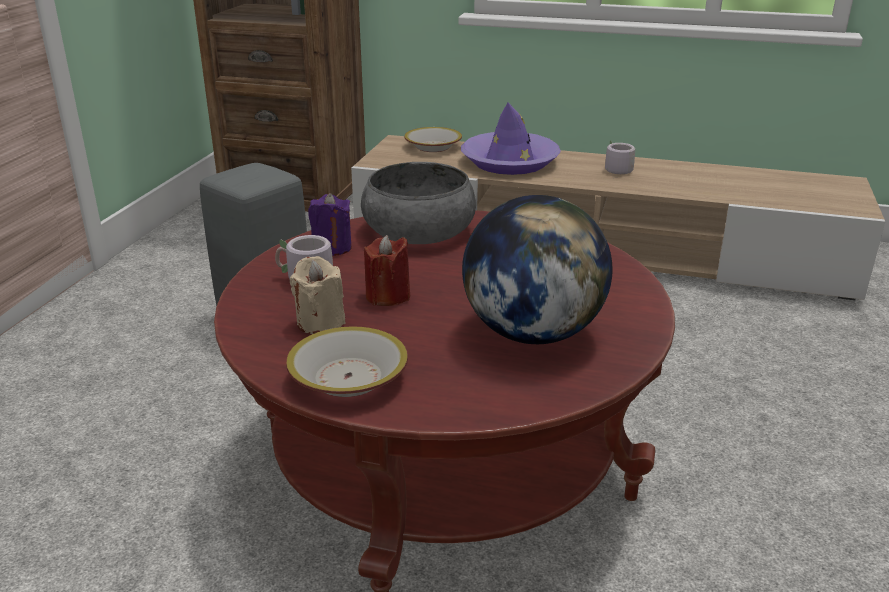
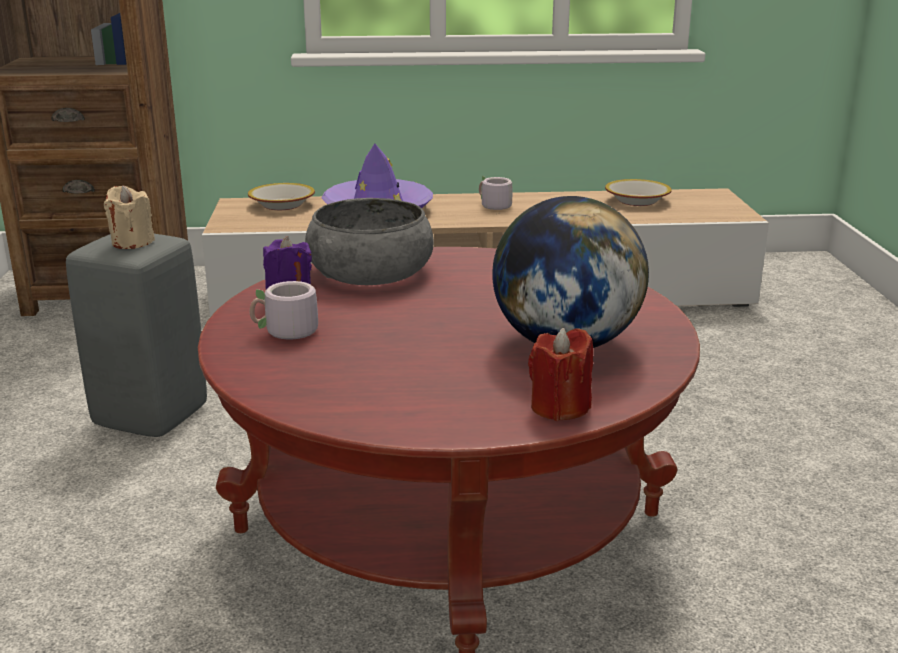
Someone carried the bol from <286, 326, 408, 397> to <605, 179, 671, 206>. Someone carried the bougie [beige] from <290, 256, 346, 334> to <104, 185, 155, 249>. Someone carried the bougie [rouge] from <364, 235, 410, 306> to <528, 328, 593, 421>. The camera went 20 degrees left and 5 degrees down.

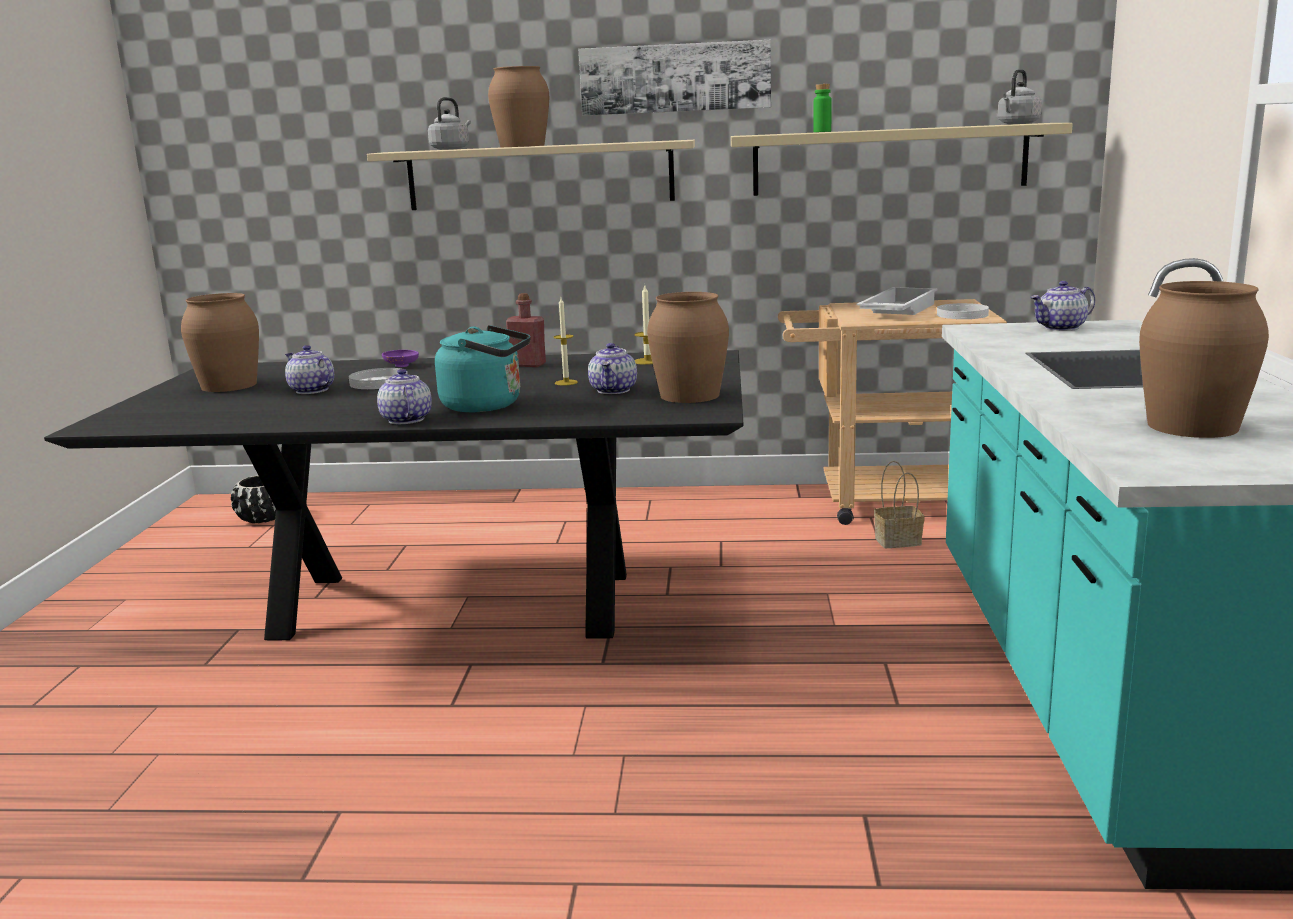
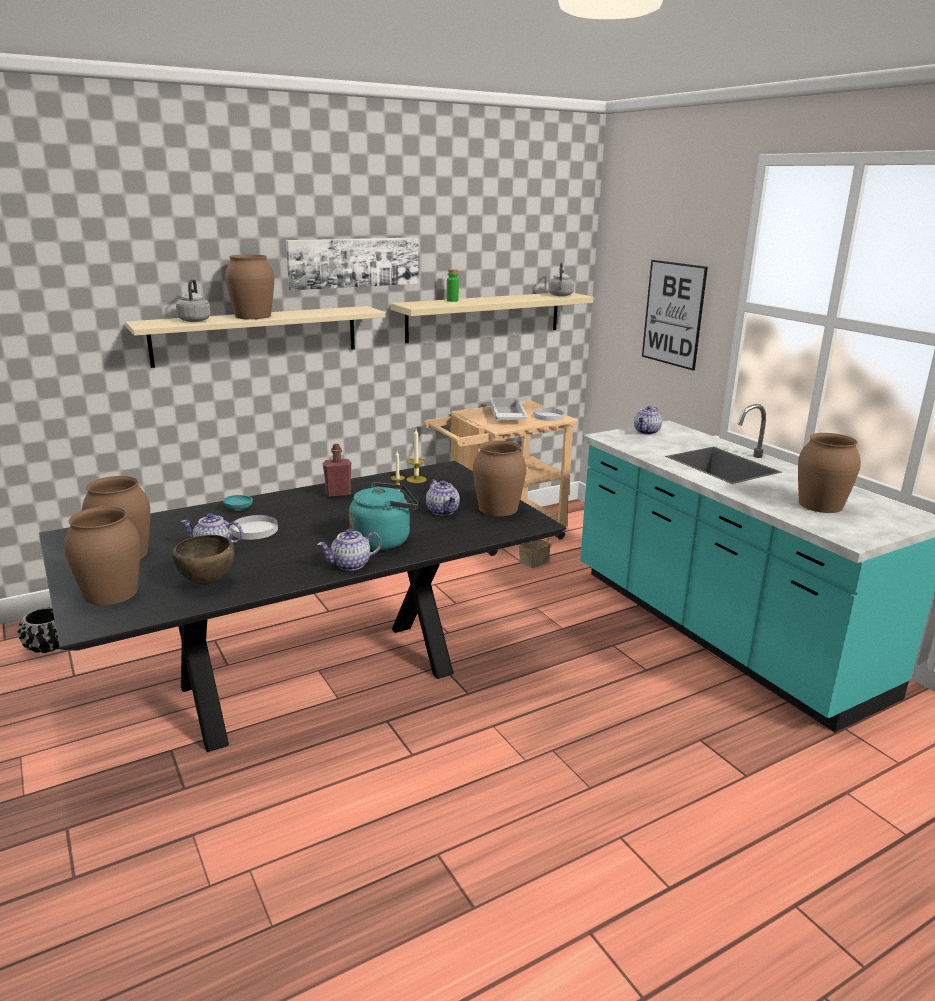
Someone rotated the théière at <377, 369, 432, 424> by 60 degrees counterclockwise. Someone repainted the bol [violet] at <382, 350, 419, 367>, which became the bol [turquoise] at <223, 495, 253, 511>. Someone put down the vase [marron] at <64, 506, 140, 605>. Someone put down the bol [marron] at <172, 535, 235, 585>. Someone put up the tableau at <642, 260, 708, 371>. The camera went 35 degrees left and 5 degrees up.

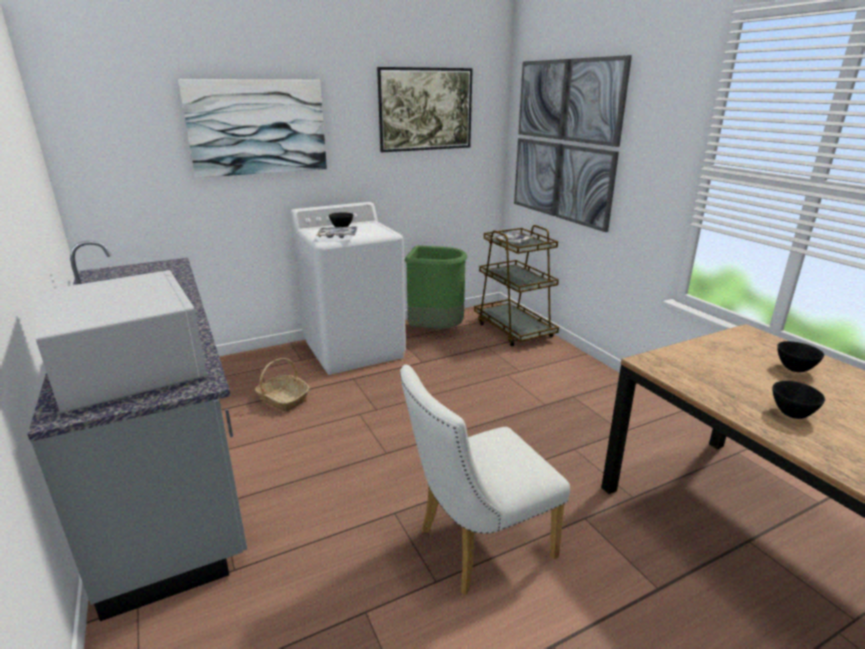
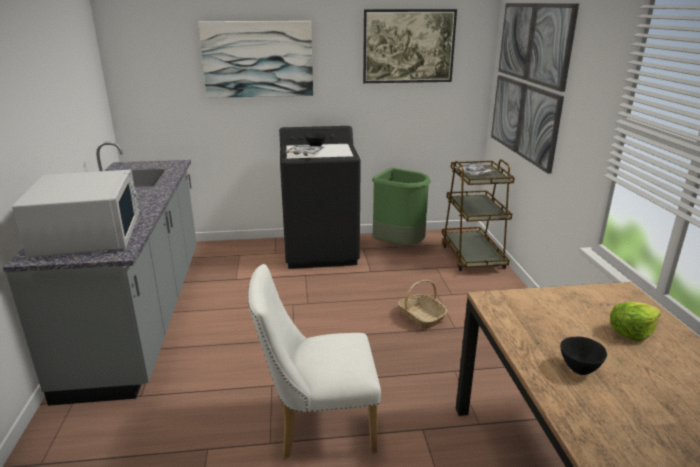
Someone carried the panier from <255, 358, 310, 412> to <398, 280, 448, 329>. Someone repainted the lave-linge [blanc] at <290, 202, 406, 375>, which became the lave-linge [noir] at <279, 126, 361, 269>. Someone swapped the bol [noir] at <777, 341, 824, 373> for the laitue at <610, 302, 661, 342>. The camera went 20 degrees right and 0 degrees up.

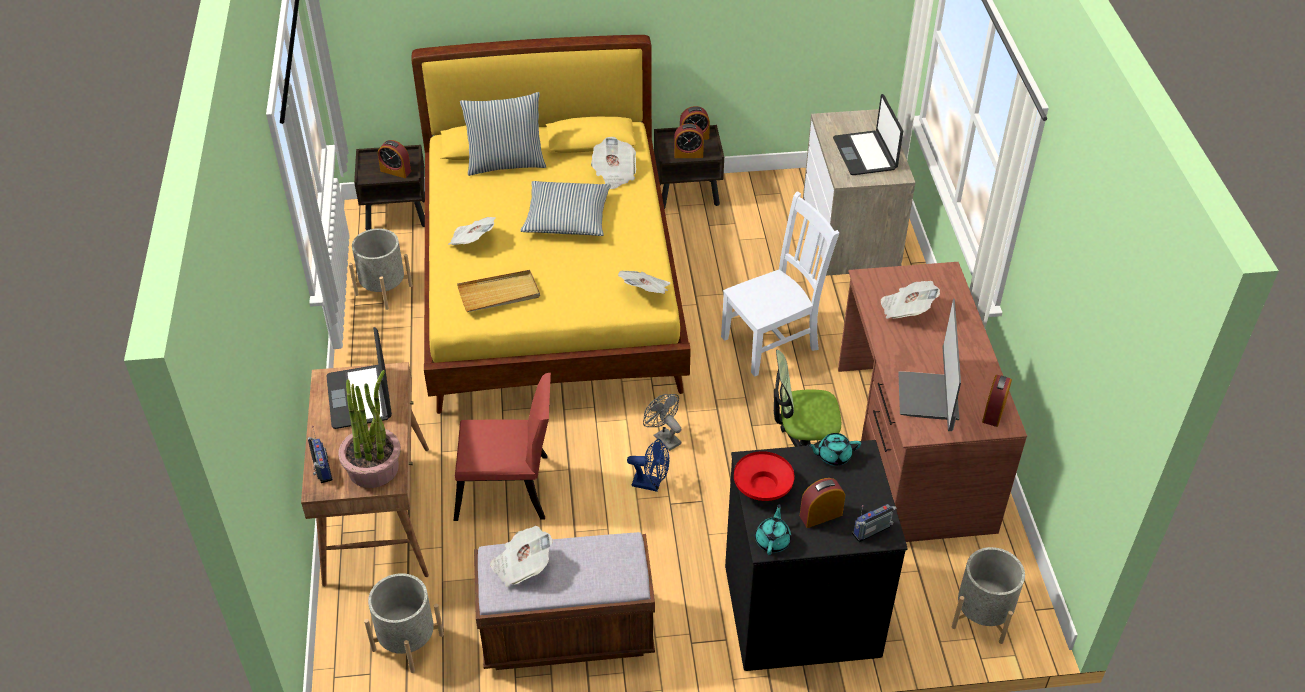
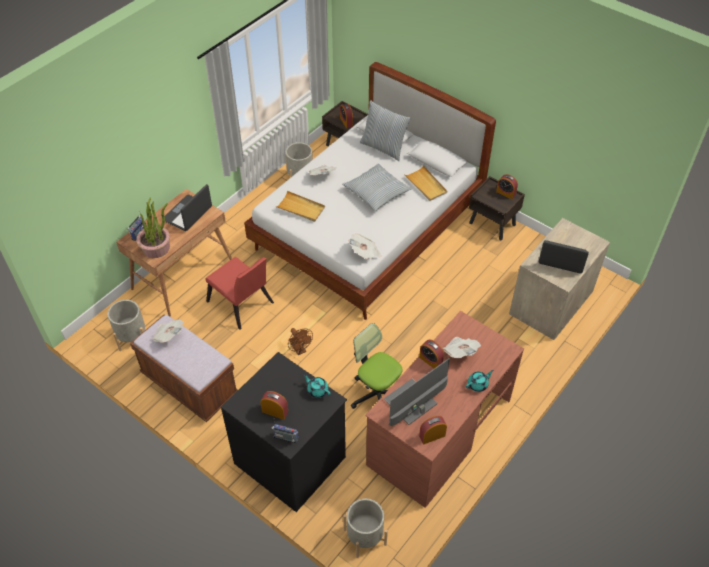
Someone repainted the lit [jaune] at <412, 35, 691, 414>, which became the lit [blanc] at <244, 62, 496, 320>. Someone swapped the journal at <591, 137, 636, 189> for the plateau [beige] at <404, 165, 447, 201>. Someone repainted the ventilateur [bleu] at <627, 439, 670, 492>, which became the ventilateur [marron] at <288, 328, 313, 355>. Someone took away the ventilateur [gris] at <643, 394, 682, 451>. Someone carried the réveil from <674, 123, 704, 158> to <419, 339, 444, 368>. Someone took away the chaise [blanc] at <721, 191, 839, 377>. Someone took away the bol [rouge] at <734, 451, 794, 501>. Someone carried the théière [turquoise] from <755, 504, 791, 555> to <466, 370, 494, 392>. Someone rotated the ordinateur portable at <833, 94, 903, 175> by 75 degrees clockwise. The camera went 45 degrees right and 5 degrees up.

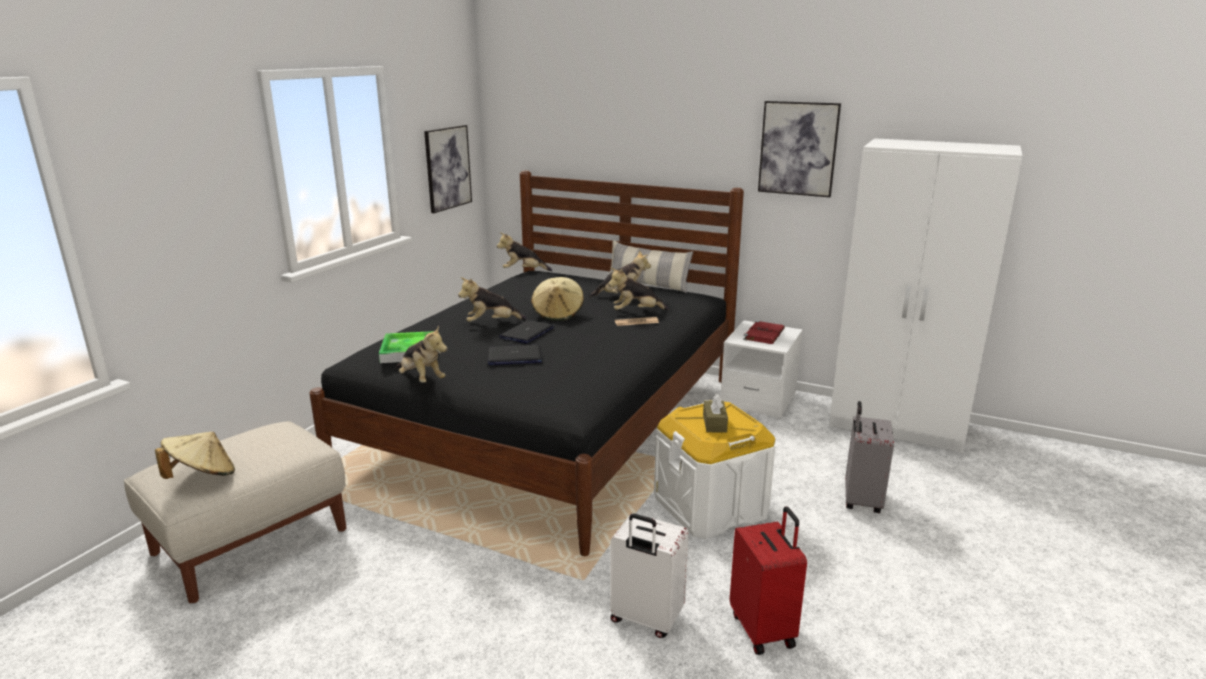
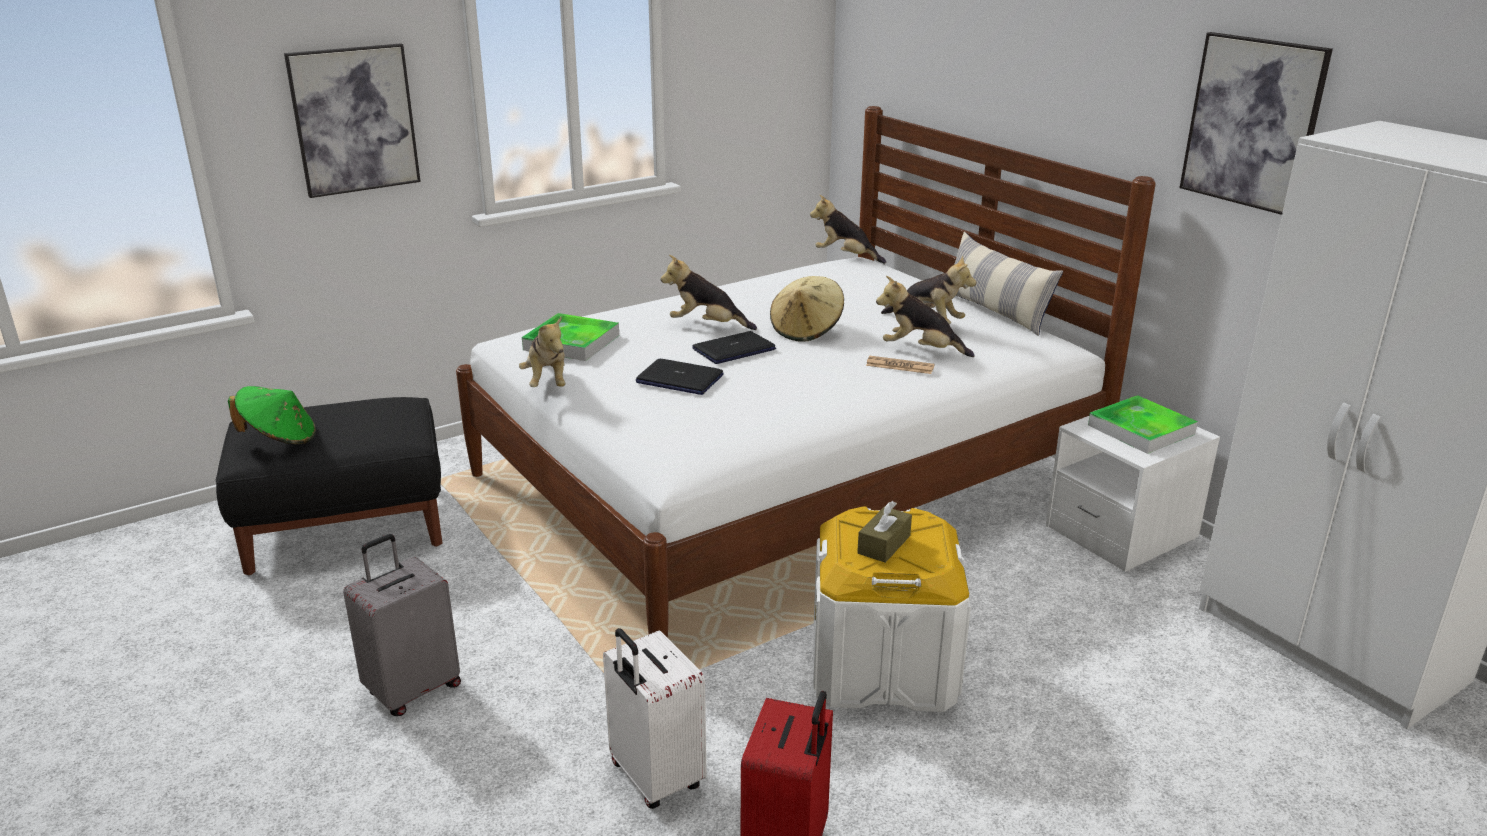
Someone repainted the pouf [beige] at <124, 421, 347, 603>, which became the pouf [noir] at <216, 397, 442, 575>. Someone repainted the chapeau [beige] at <155, 432, 235, 479>, which became the chapeau [vert] at <228, 386, 316, 444>. Someone repainted the lit [noir] at <309, 171, 744, 556>, which became the lit [blanc] at <456, 106, 1156, 638>. Someone carried the tableau from <424, 125, 472, 213> to <284, 43, 421, 198>. Someone swapped the livre [rouge] at <743, 321, 785, 344> for the plateau at <1088, 395, 1198, 454>. Someone carried the valise [gris] from <845, 401, 894, 513> to <343, 534, 461, 716>. The camera went 30 degrees right and 5 degrees up.

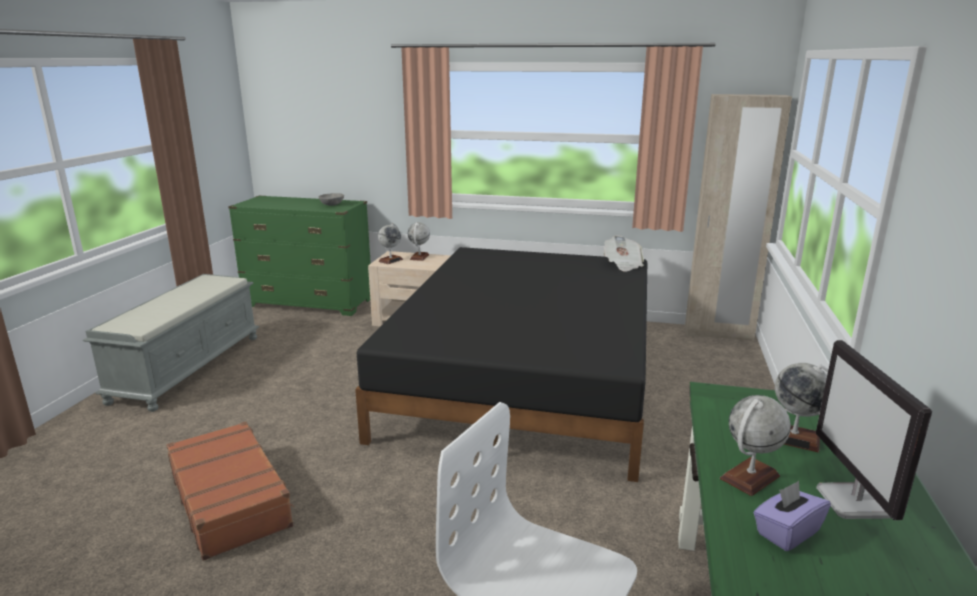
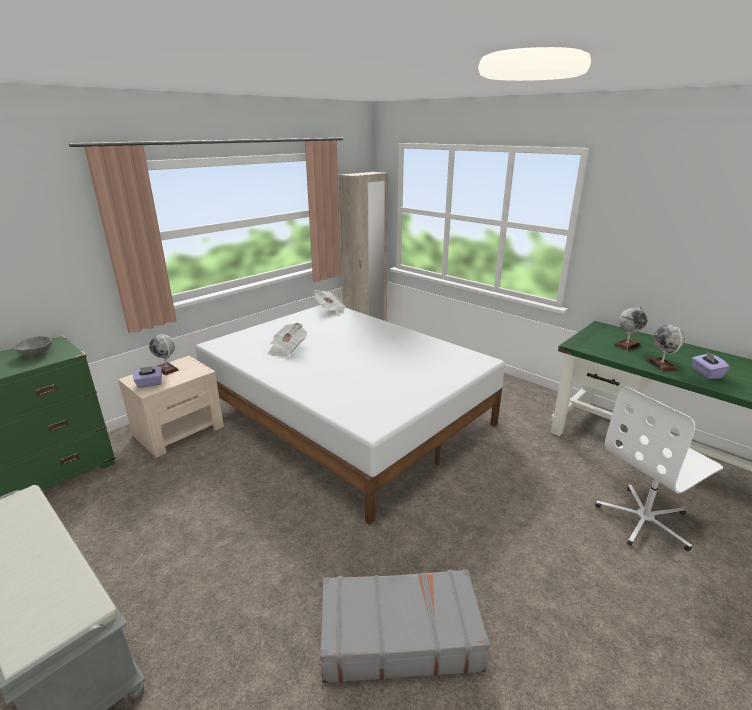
Someone repainted the valise [marron] at <166, 422, 295, 561>, which became the valise [gris] at <320, 569, 490, 683>. Someone repainted the lit [noir] at <355, 247, 647, 482>, which became the lit [blanc] at <196, 305, 505, 525>. Someone swapped the globe at <378, 223, 403, 264> for the boîte à mouchoirs [violet] at <133, 366, 162, 388>. Someone took away the écran d'ordinateur at <816, 340, 932, 520>. Someone put down the journal at <267, 323, 307, 356>. The camera went 60 degrees left and 5 degrees up.

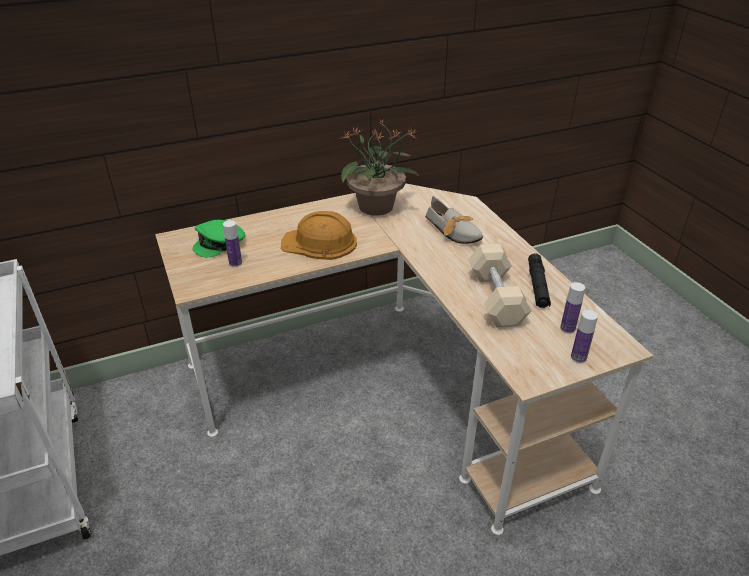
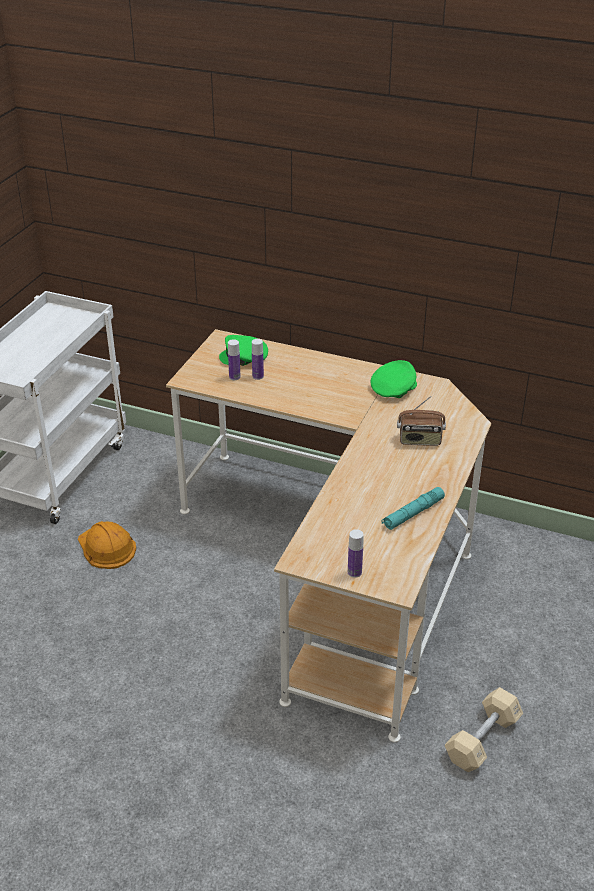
Someone carried the casque de chantier [orange] from <281, 211, 357, 260> to <78, 521, 136, 569>. Someone swapped the plante en pot at <339, 120, 419, 216> for the casquette [vert] at <371, 360, 417, 398>. Someone swapped the chaussure at <425, 196, 483, 244> for the radio at <397, 396, 446, 446>. Someone carried the haltère [beige] from <469, 244, 531, 328> to <444, 687, 523, 772>. Someone repainted the lampe de poche [noir] at <528, 253, 551, 308>, which became the lampe de poche [turquoise] at <382, 487, 445, 530>. Someone carried the bouteille from <560, 282, 585, 334> to <252, 339, 264, 380>. The camera went 45 degrees right and 0 degrees up.

